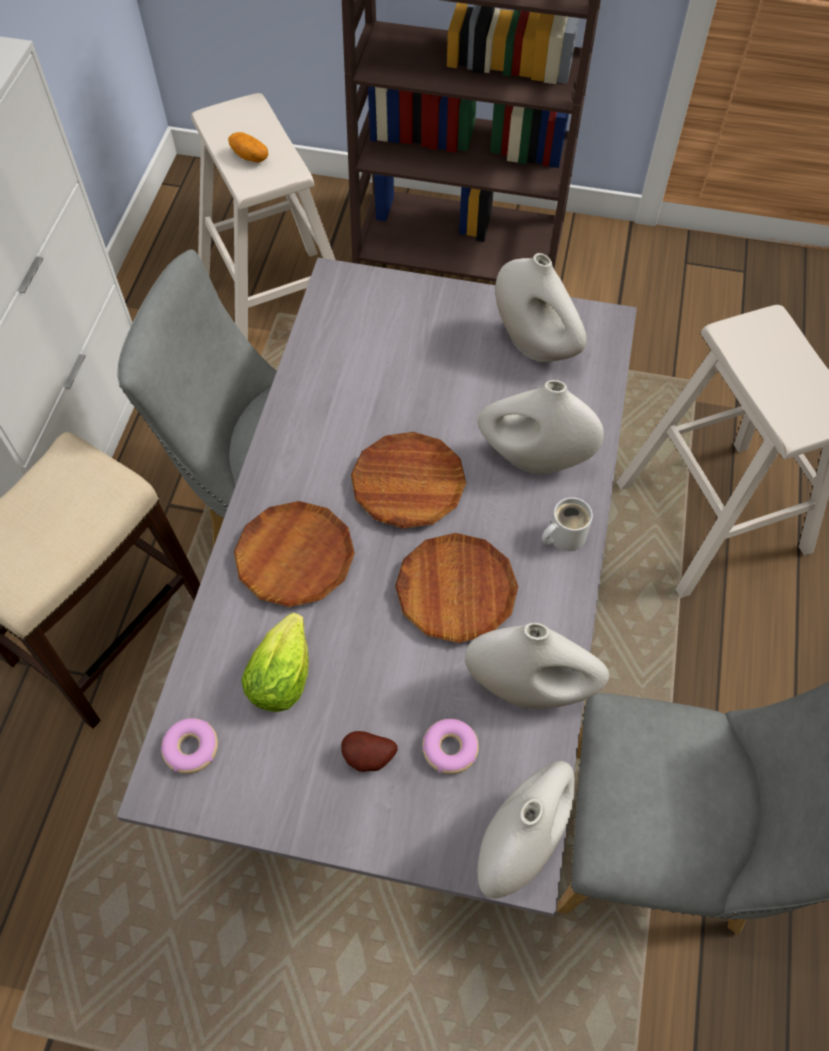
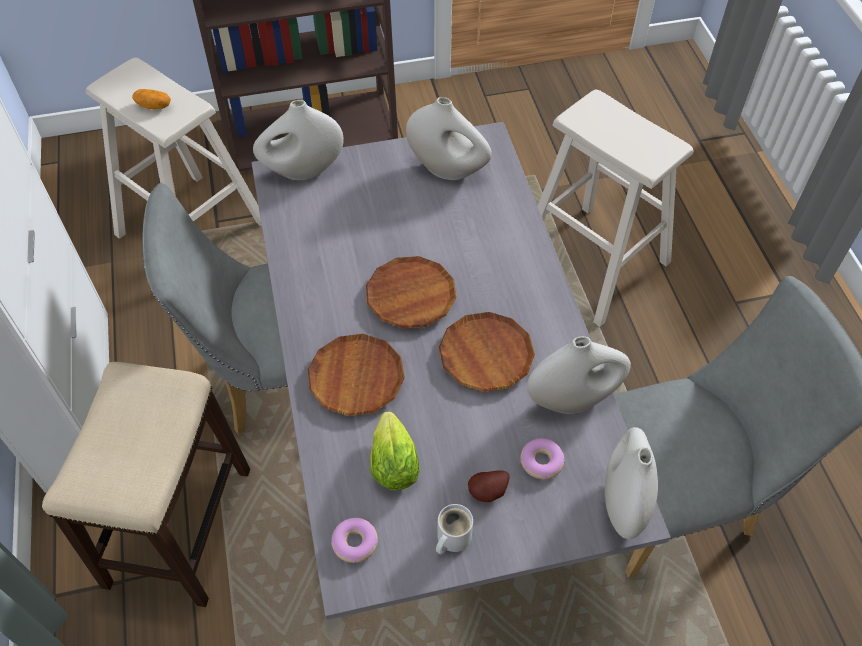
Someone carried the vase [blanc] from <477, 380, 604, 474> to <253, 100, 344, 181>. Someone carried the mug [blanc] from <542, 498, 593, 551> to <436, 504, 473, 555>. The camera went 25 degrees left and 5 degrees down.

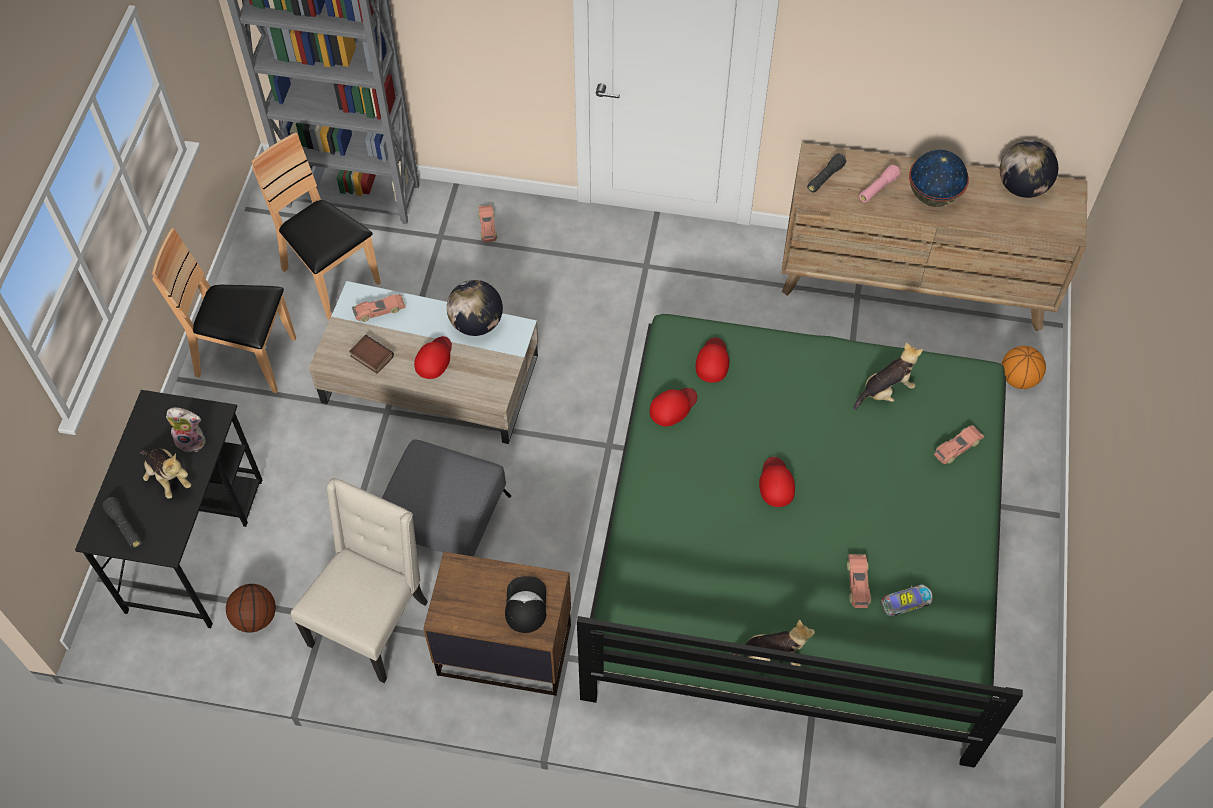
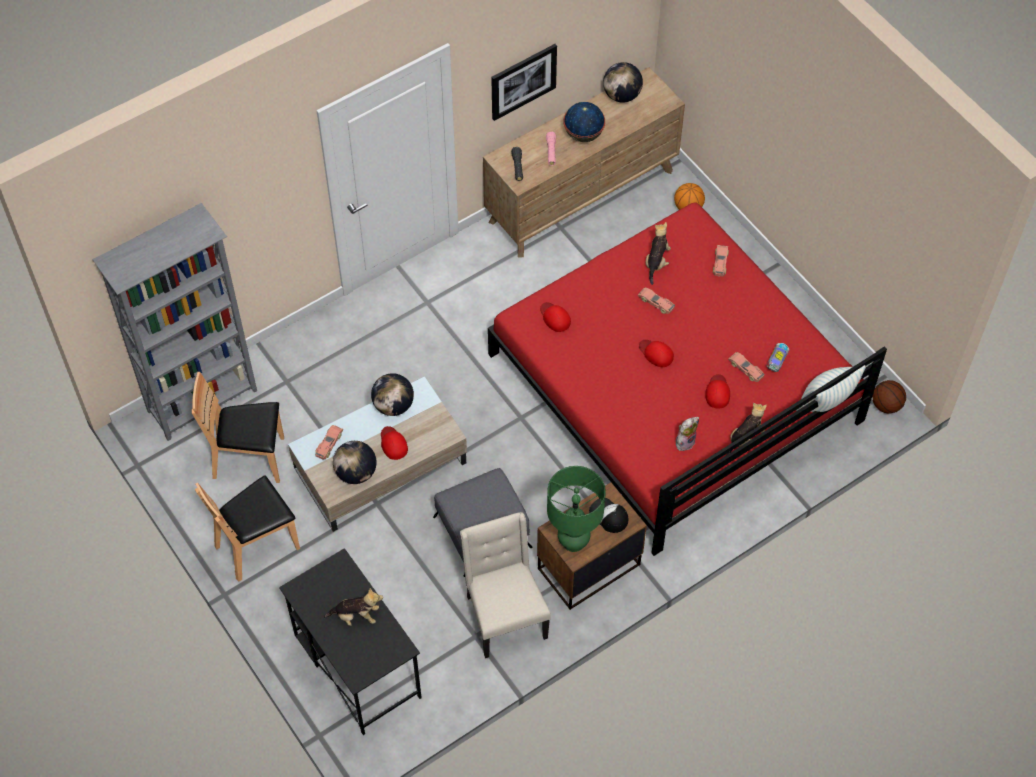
Someone took away the lampe de poche [noir] at <102, 497, 142, 548>. Someone carried the peluche from <166, 407, 206, 452> to <676, 417, 699, 451>. Someone carried the ballon de basket from <226, 584, 276, 632> to <872, 380, 906, 414>. Someone swapped the livre at <349, 335, 394, 374> for the globe at <333, 441, 376, 484>. Someone carried the petite voiture from <478, 205, 497, 242> to <638, 288, 675, 314>. Someone repainted the lit [vert] at <577, 314, 1023, 768>, which became the lit [rouge] at <488, 202, 887, 556>. Someone carried the casquette [rouge] from <649, 388, 697, 426> to <705, 374, 730, 409>. Someone put up the tableau at <491, 44, 557, 121>. Someone put down the lampe de table [vert] at <547, 466, 606, 552>. Someone put down the coussin at <796, 365, 866, 412>. The camera went 45 degrees left and 0 degrees up.

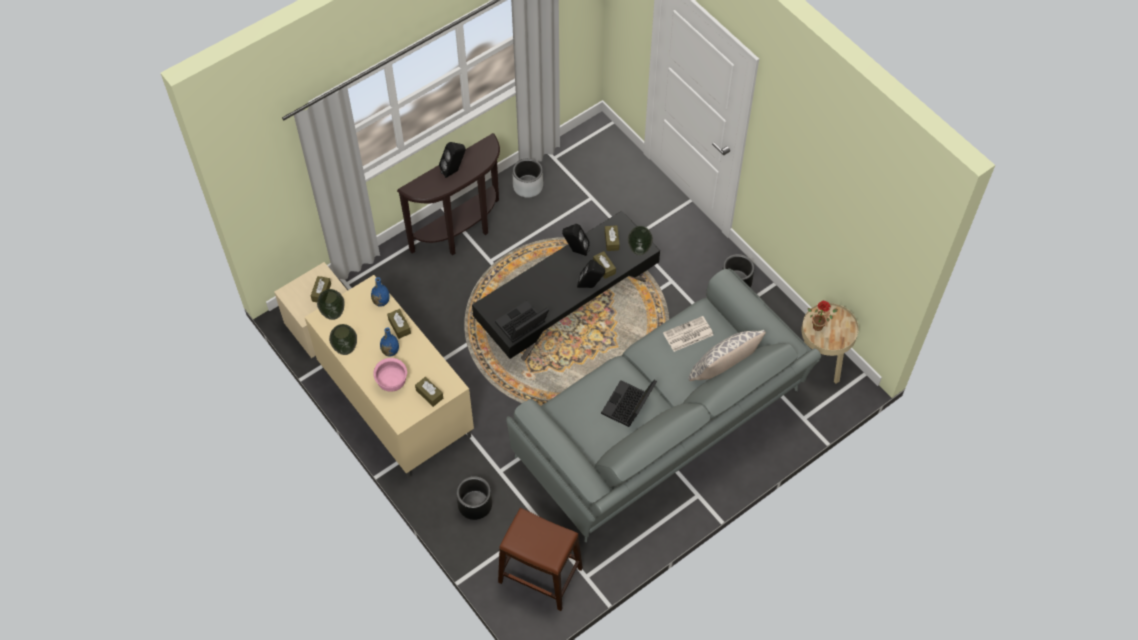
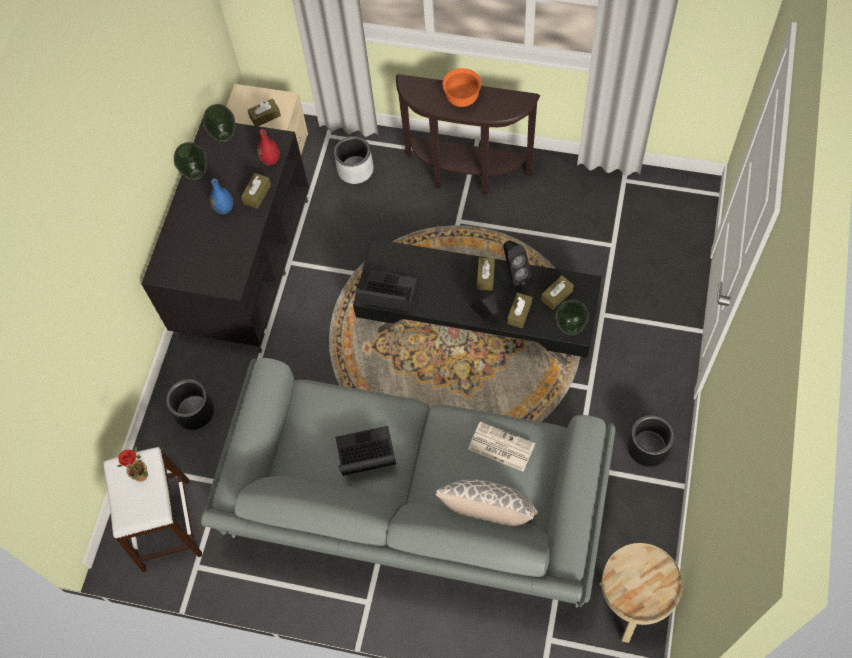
Someone repainted the meuble télé [beige] at <305, 275, 474, 478>, which became the meuble télé [noir] at <141, 118, 309, 353>. Someone repainted the vase [bleu] at <371, 277, 390, 307>, which became the vase [rouge] at <257, 129, 280, 165>. Someone took away the bol [rose] at <373, 358, 407, 392>. Someone carried the boîte à mouchoirs [marron] from <415, 377, 443, 407> to <477, 257, 495, 291>. Someone swapped the enceinte [noir] at <439, 142, 465, 178> for the bol [orange] at <443, 68, 481, 107>. Someone repainted the tabouret [marron] at <498, 508, 583, 611>, which became the tabouret [blanc] at <103, 447, 202, 572>. Someone carried the cache-pot [gris] from <512, 158, 543, 198> to <334, 136, 374, 184>. Someone carried the plante en pot from <808, 301, 838, 331> to <117, 446, 148, 482>. The camera went 55 degrees right and 5 degrees up.

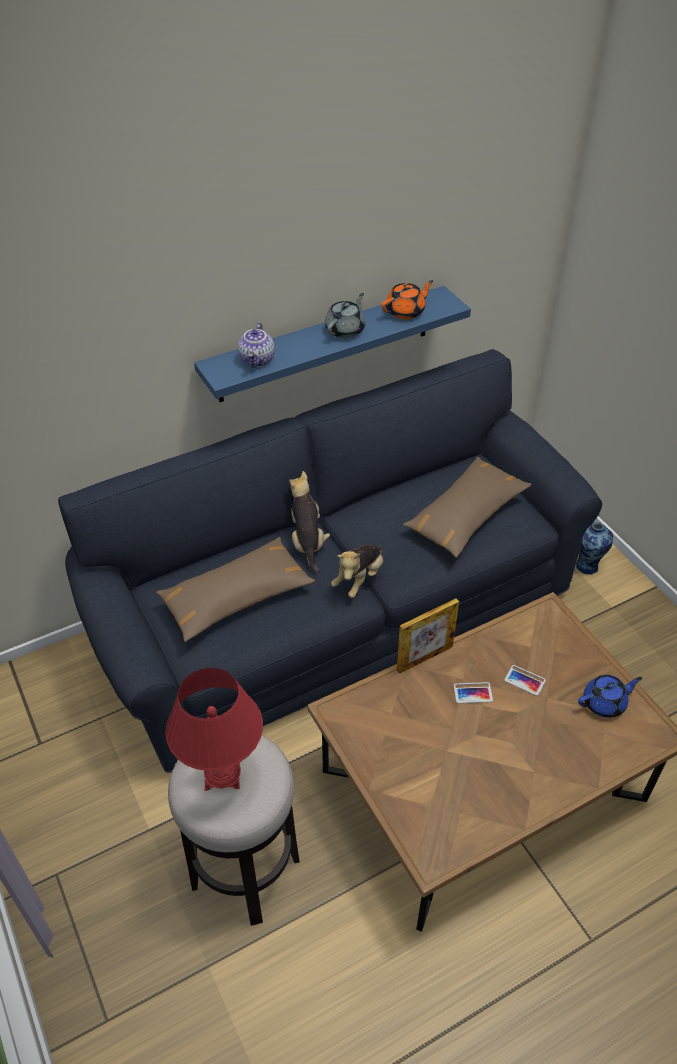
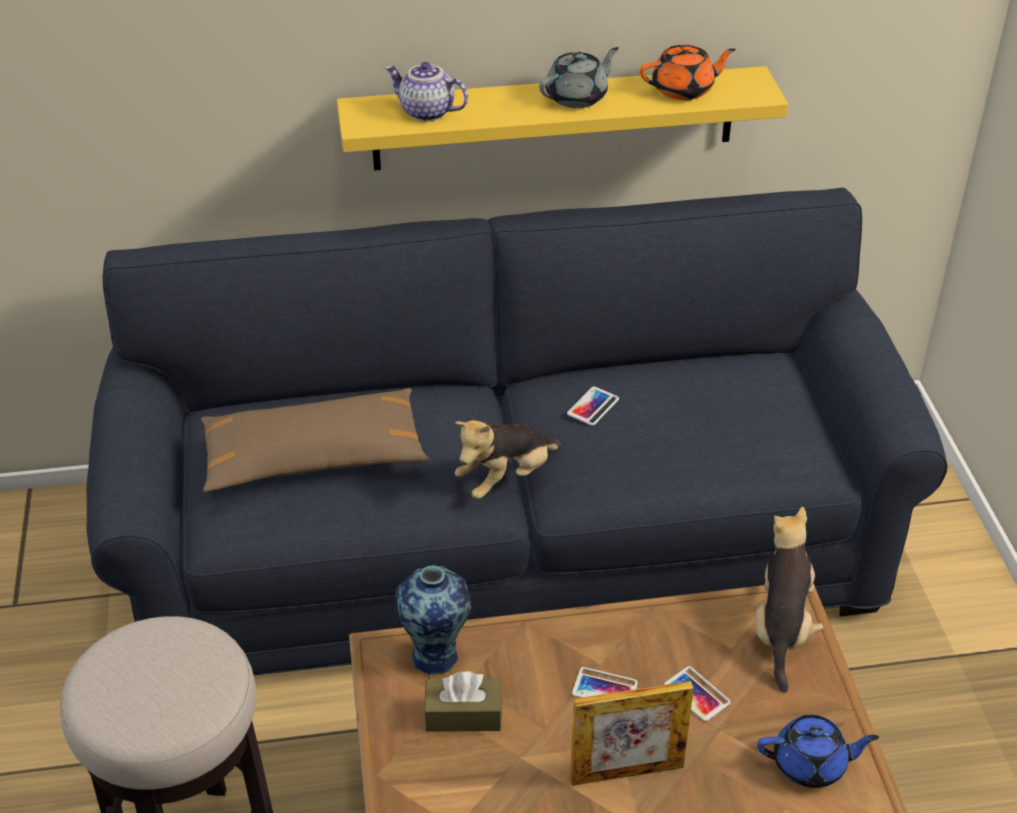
Someone took away the lampe de table [rouge] at <165, 668, 263, 791>. Someone repainted the étagère [bleu] at <194, 286, 471, 402>, which became the étagère [jaune] at <337, 66, 788, 171>. Someone rotated the théière at <238, 322, 275, 368> by 90 degrees clockwise. Someone carried the peluche from <289, 471, 330, 576> to <755, 507, 823, 693>. Someone carried the cadre photo from <397, 598, 459, 674> to <570, 681, 694, 786>. Someone took away the coussin [marron] at <403, 457, 532, 558>. Someone carried the vase from <576, 522, 613, 575> to <396, 565, 471, 676>. Someone put down the boîte à mouchoirs [marron] at <424, 671, 502, 732>. Someone put down the téléphone at <567, 387, 619, 426>. The camera went 20 degrees right and 5 degrees down.

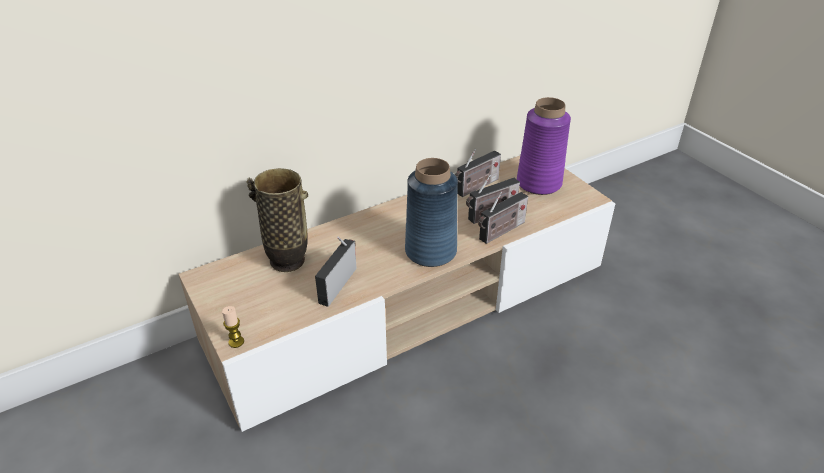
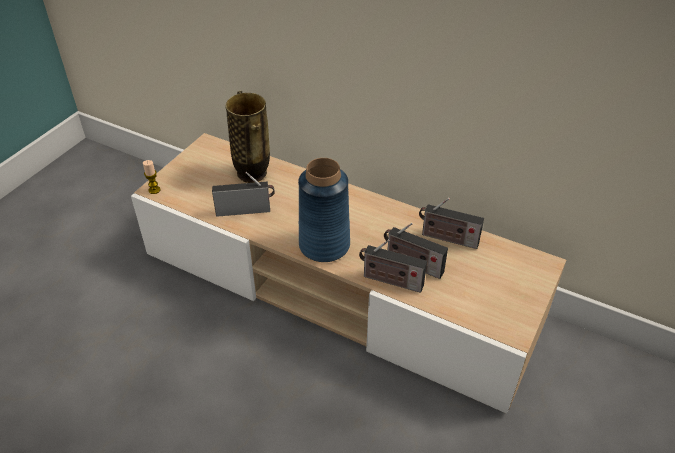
Someone took away the vase [violet] at <517, 97, 571, 195>. The camera went 60 degrees right and 5 degrees up.

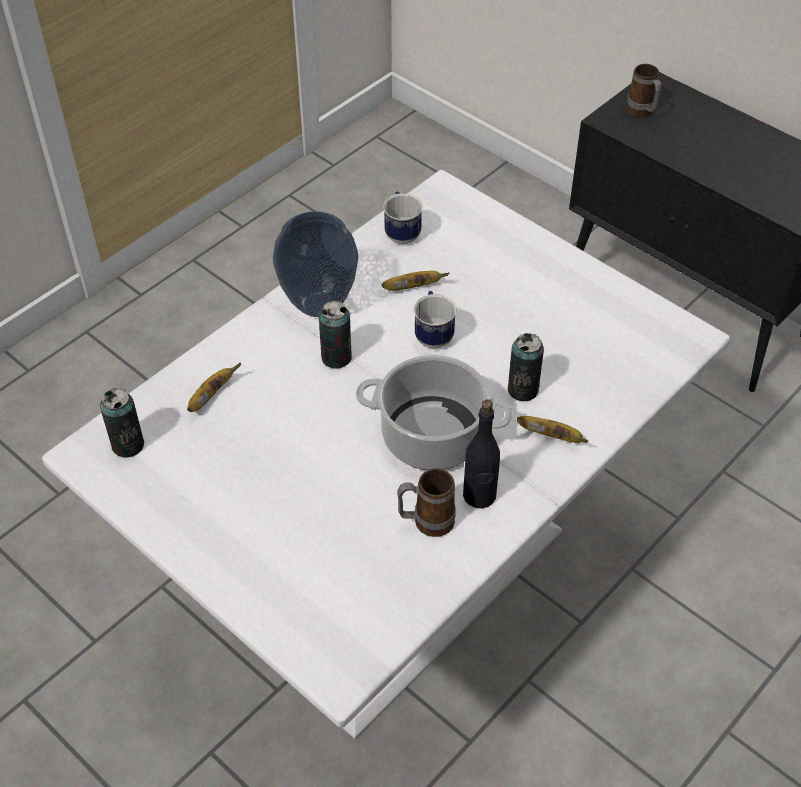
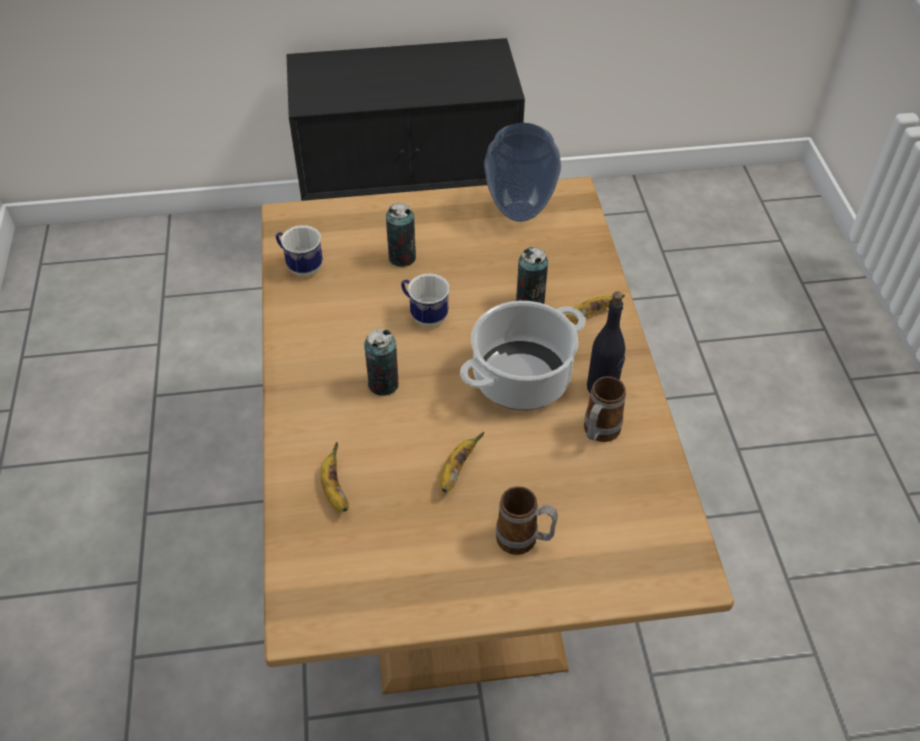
Someone repainted the table à manger [blanc] at <42, 170, 730, 739>, which became the table à manger [marron] at <262, 177, 734, 695>. Someone carried the boîte métallique from <100, 388, 144, 458> to <386, 203, 416, 267>. Someone carried the vase from <273, 211, 358, 317> to <484, 123, 561, 222>. Someone carried the banane from <382, 271, 449, 291> to <440, 432, 484, 492>. Someone carried the mug from <626, 64, 661, 118> to <496, 486, 558, 555>. The camera went 50 degrees left and 0 degrees up.

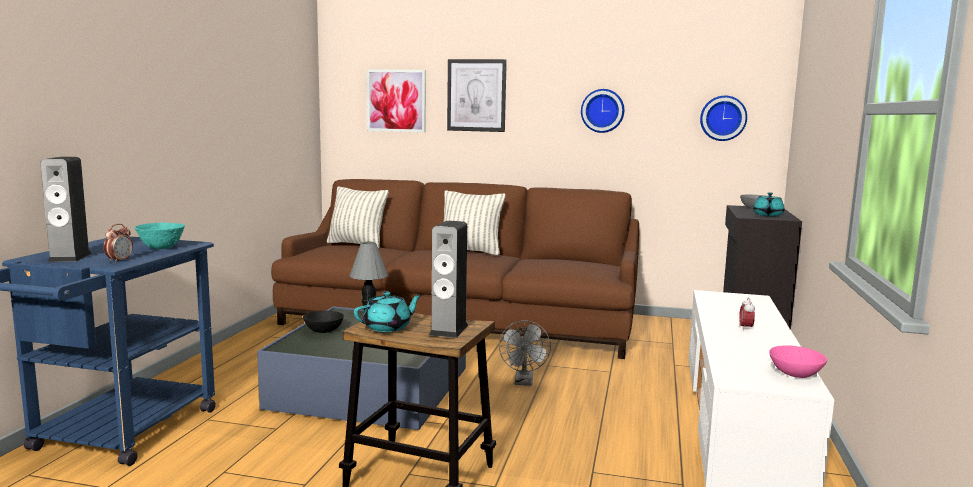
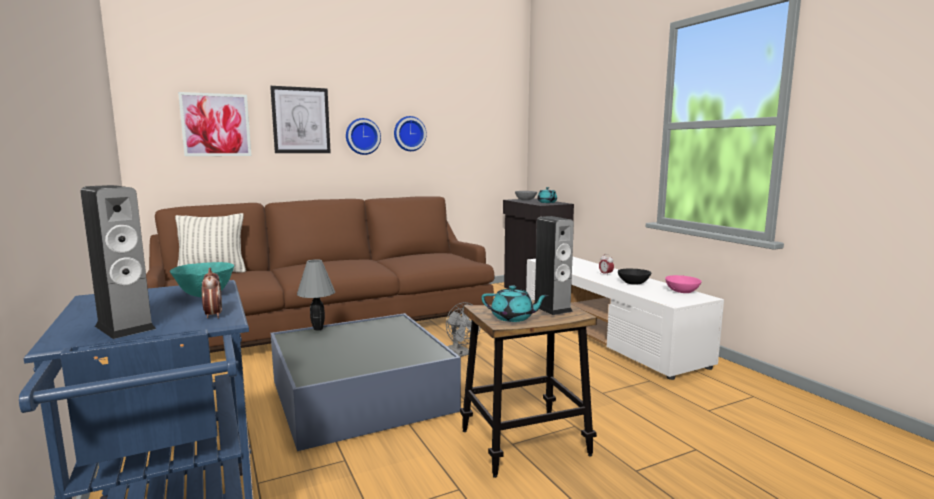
Someone carried the bol [noir] from <303, 311, 344, 333> to <618, 269, 651, 285>. Someone rotated the théière [turquoise] at <354, 292, 422, 332> by 90 degrees clockwise. Someone took away the coussin at <444, 191, 505, 256>. Someone carried the horloge murale from <700, 96, 747, 141> to <346, 118, 381, 155>. The camera went 40 degrees left and 0 degrees up.

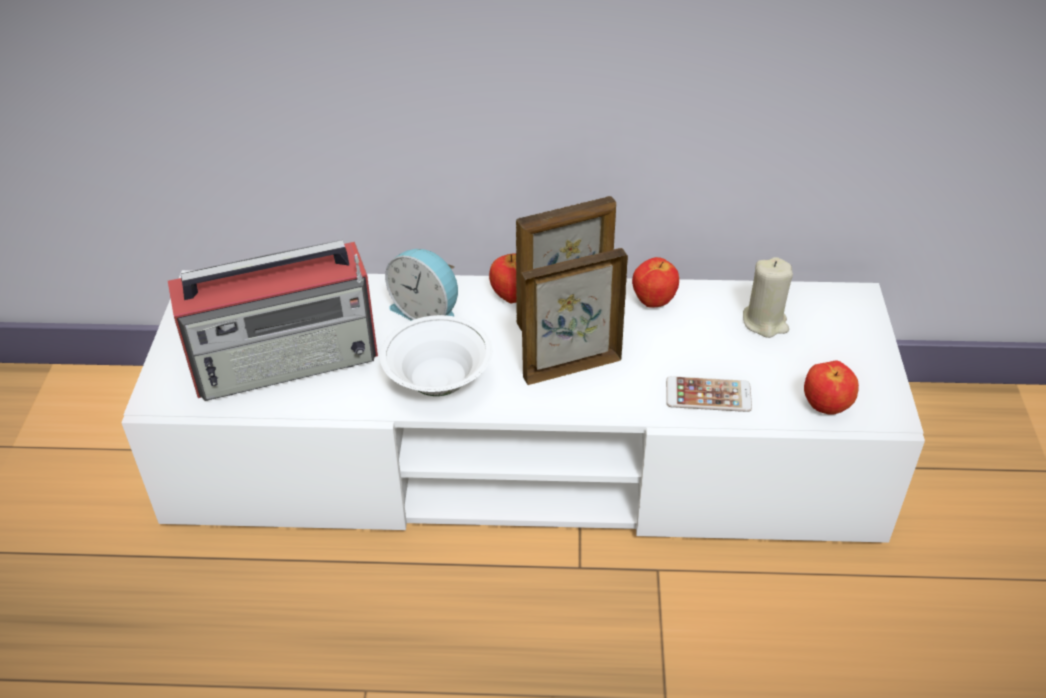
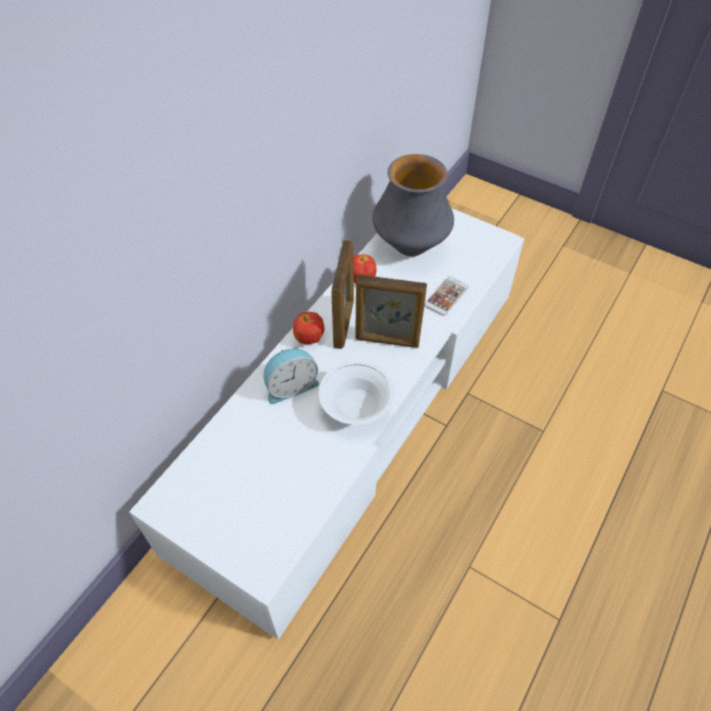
Someone took away the radio at <168, 240, 378, 401>. Someone rotated the cadre photo at <521, 248, 628, 385> by 90 degrees counterclockwise. Someone swapped the bougie [beige] at <743, 257, 793, 338> for the vase at <372, 154, 454, 257>. Someone took away the pomme at <804, 360, 859, 415>. The camera went 60 degrees left and 10 degrees up.

